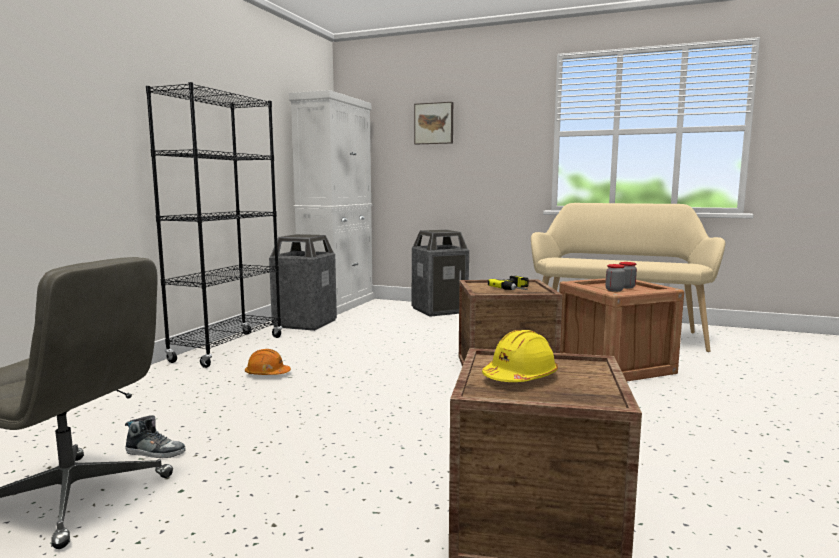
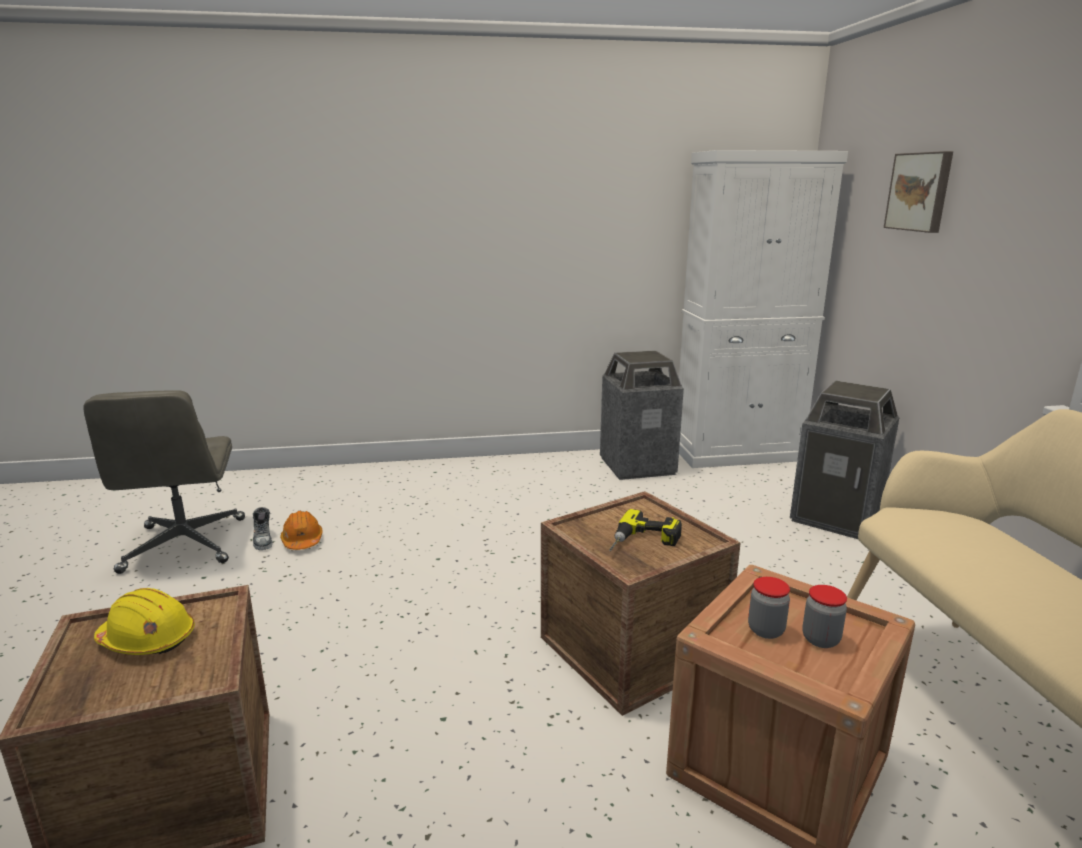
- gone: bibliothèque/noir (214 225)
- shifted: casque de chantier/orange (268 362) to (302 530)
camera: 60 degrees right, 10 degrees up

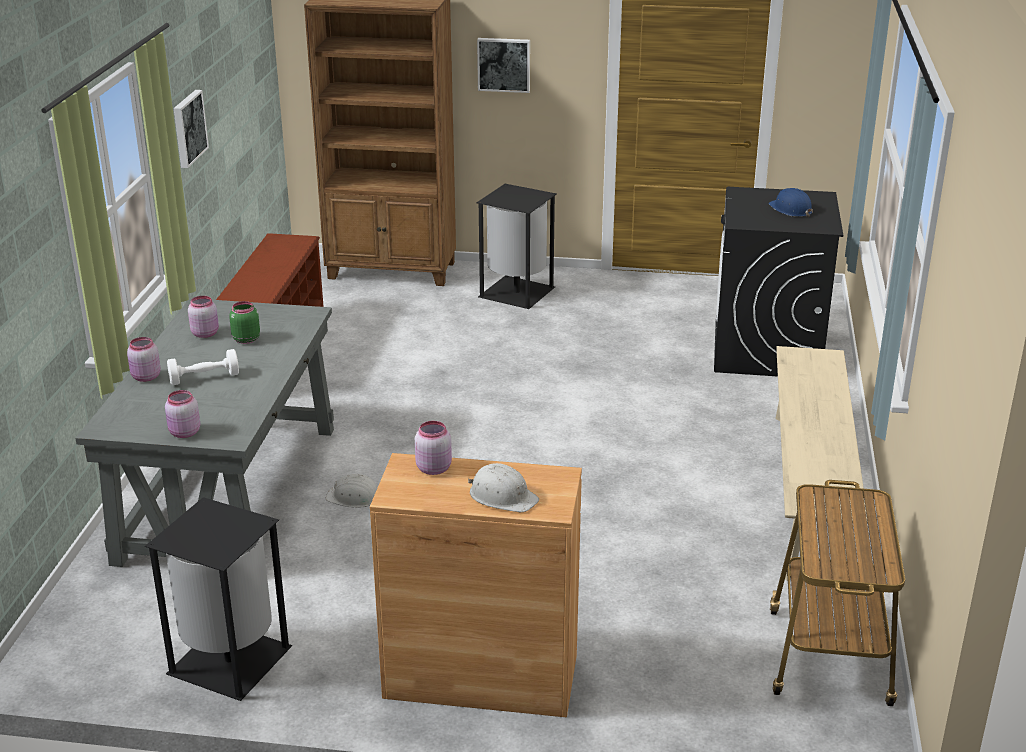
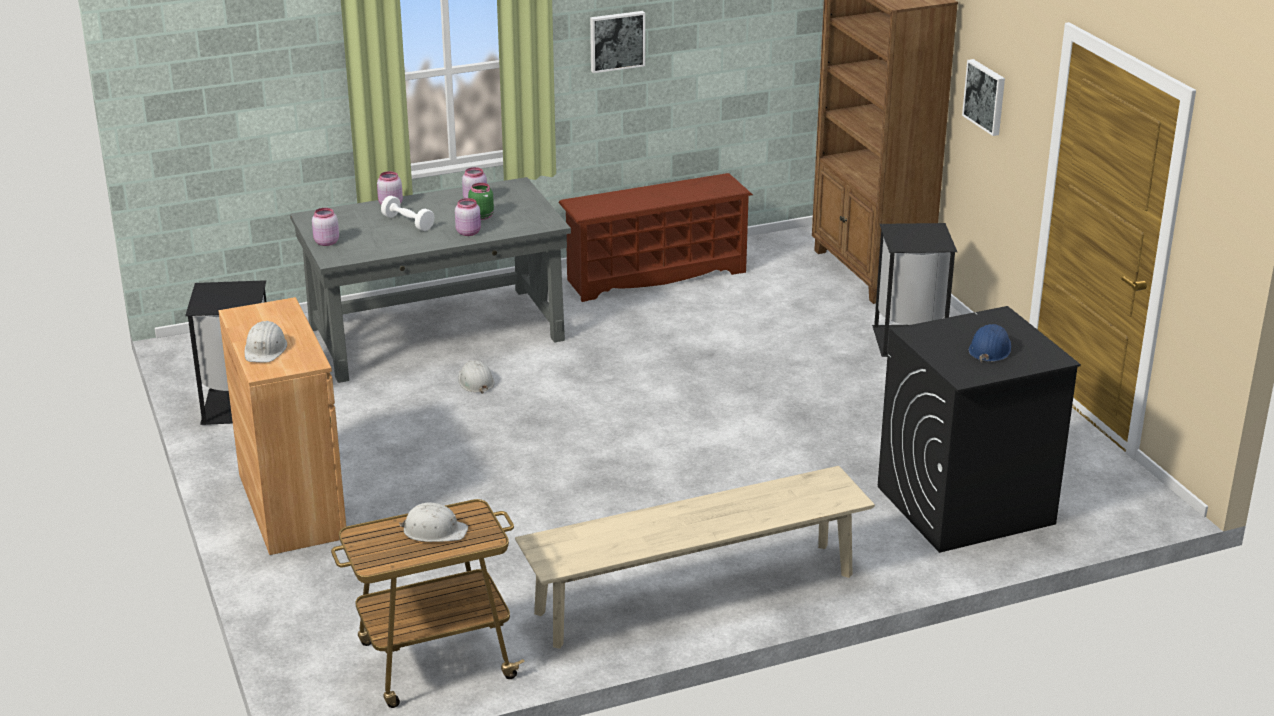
- shifted: bocal/rose (433 448) to (468 217)
- new: casque de chantier/blanc (433 522)
camera: 60 degrees right, 0 degrees up

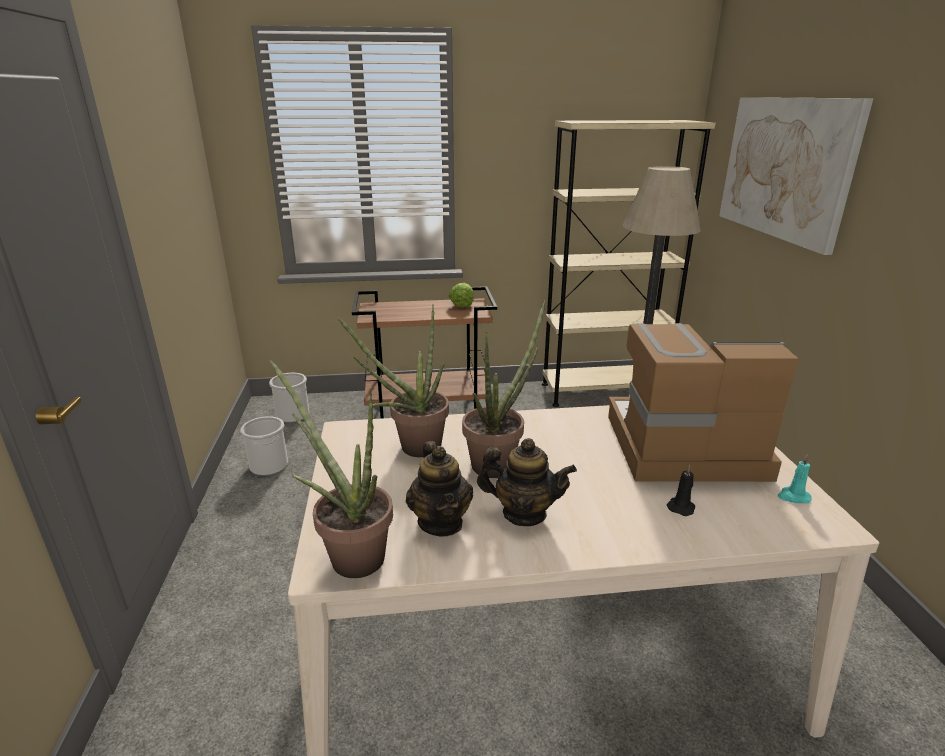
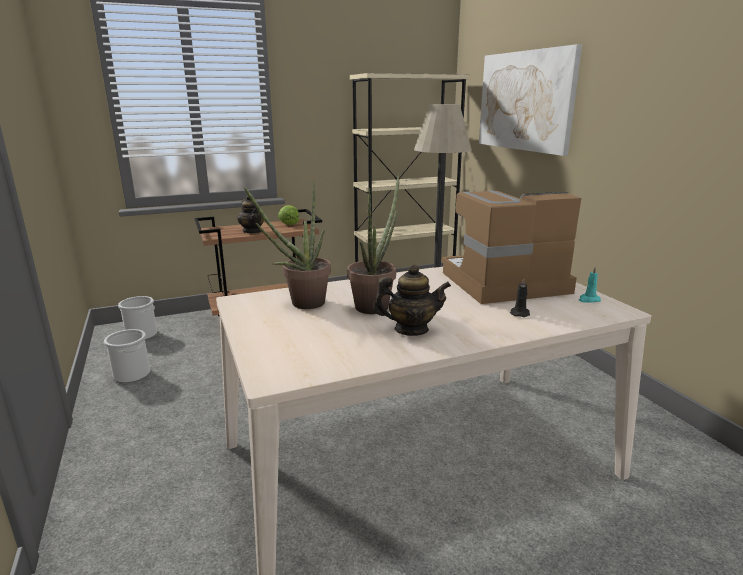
- gone: plante en pot (331 469)
- shifted: théière (439 489) to (250 214)
camera: 15 degrees left, 5 degrees down

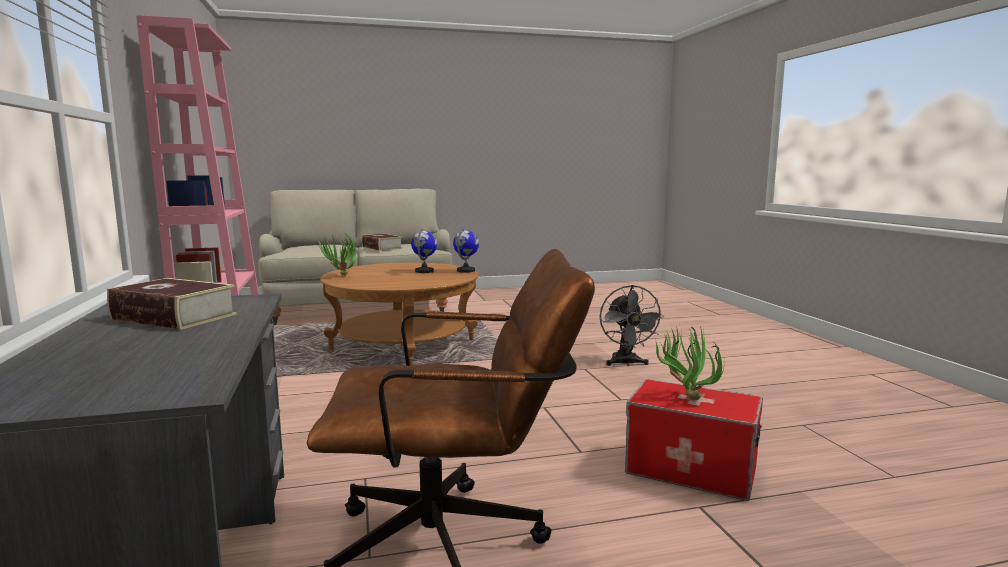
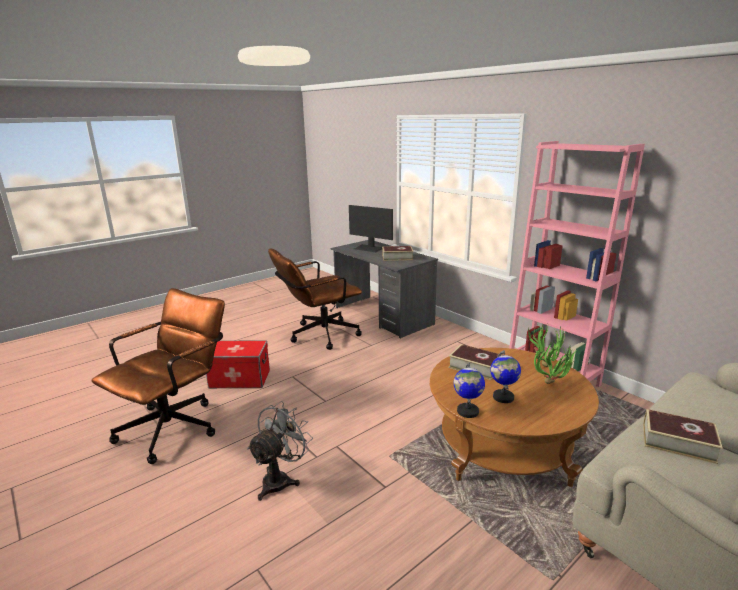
- rotated: ventilateur/gris (632 325) = (280 451) 60 degrees clockwise
- shifted: plante en pot (690 363) to (556 362)
- new: chaise de bureau/marron (158 376)
- new: écran d'ordinateur (371 228)
- new: livre (475 362)
camera: 155 degrees right, 10 degrees up

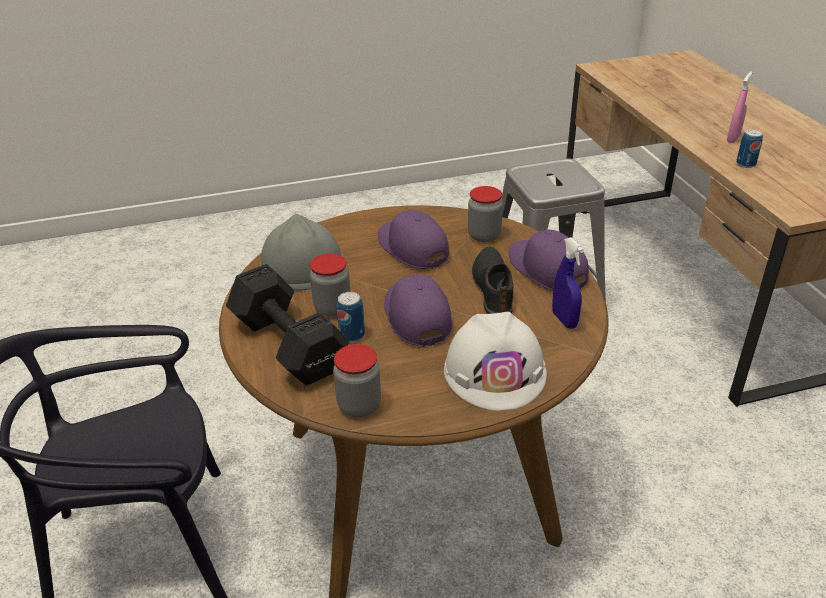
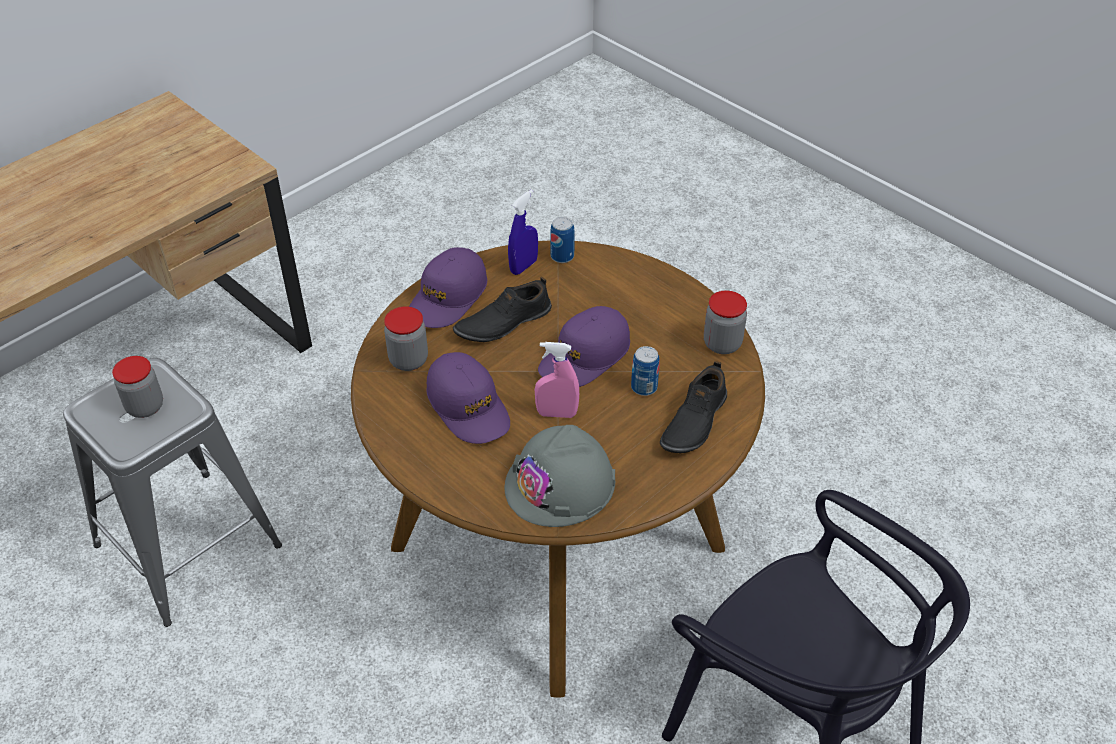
- swapped: haltère/noir (287 325) to chaussure/noir (693 407)
- shifted: bocal (330 285) to (137 387)
- rotated: casquette/violet (413 239) = (468 398) 60 degrees counterclockwise
- gone: casque de chantier/blanc (495 361)
- shifted: vaporisateur/rose (740 107) to (557 380)
- shifted: boîte métallique (749 148) to (562 240)
camera: 120 degrees left, 10 degrees up

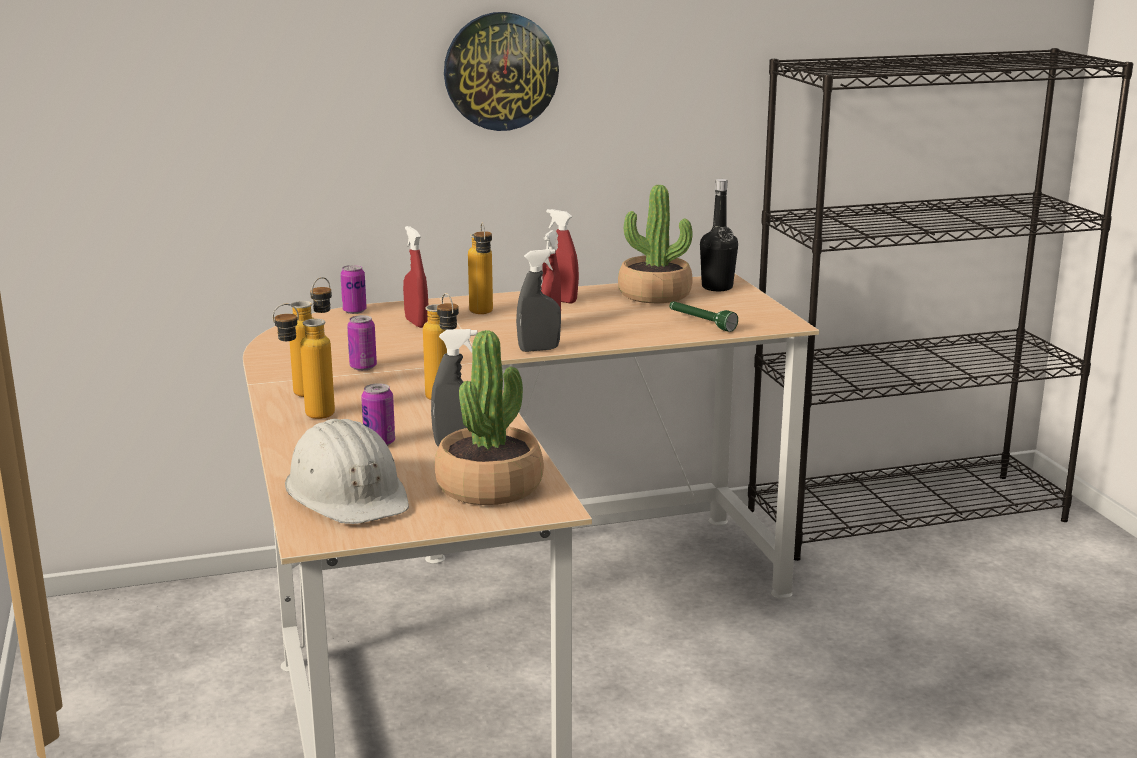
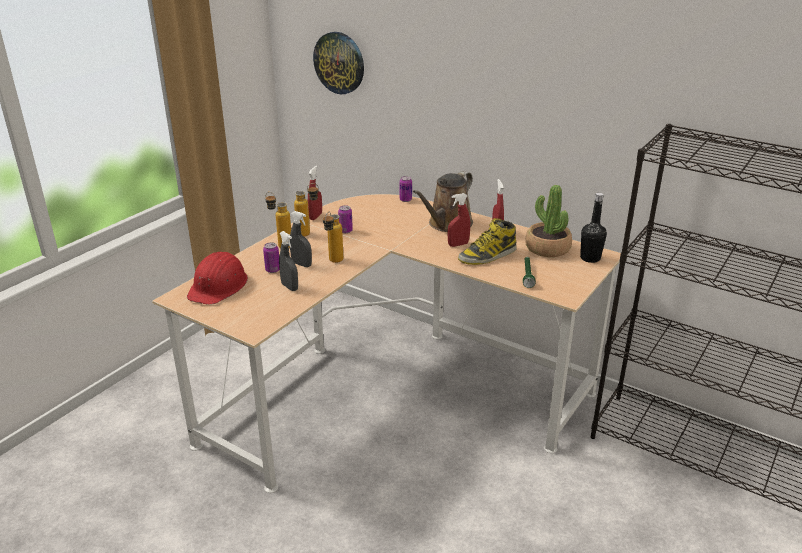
- repainted: casque de chantier/blanc (347 471) to casque de chantier/rouge (217 278)
- shifted: vaporisateur/rouge (415 277) to (315 193)
- gone: plante en pot (489 417)
- shifted: horloge murale (501 71) to (338 63)
- swapped: bouteille (480 268) to arrosoir/marron (443 201)
- shifted: vaporisateur/gris (538 300) to (301 239)
- new: botte (487 241)
camera: 50 degrees right, 10 degrees up

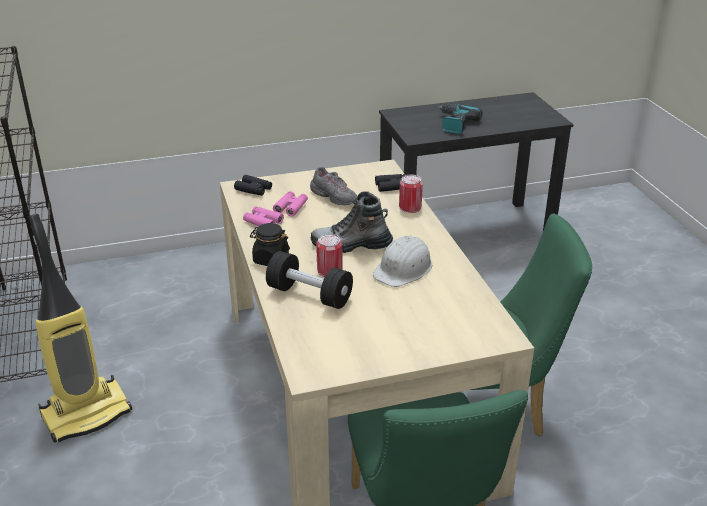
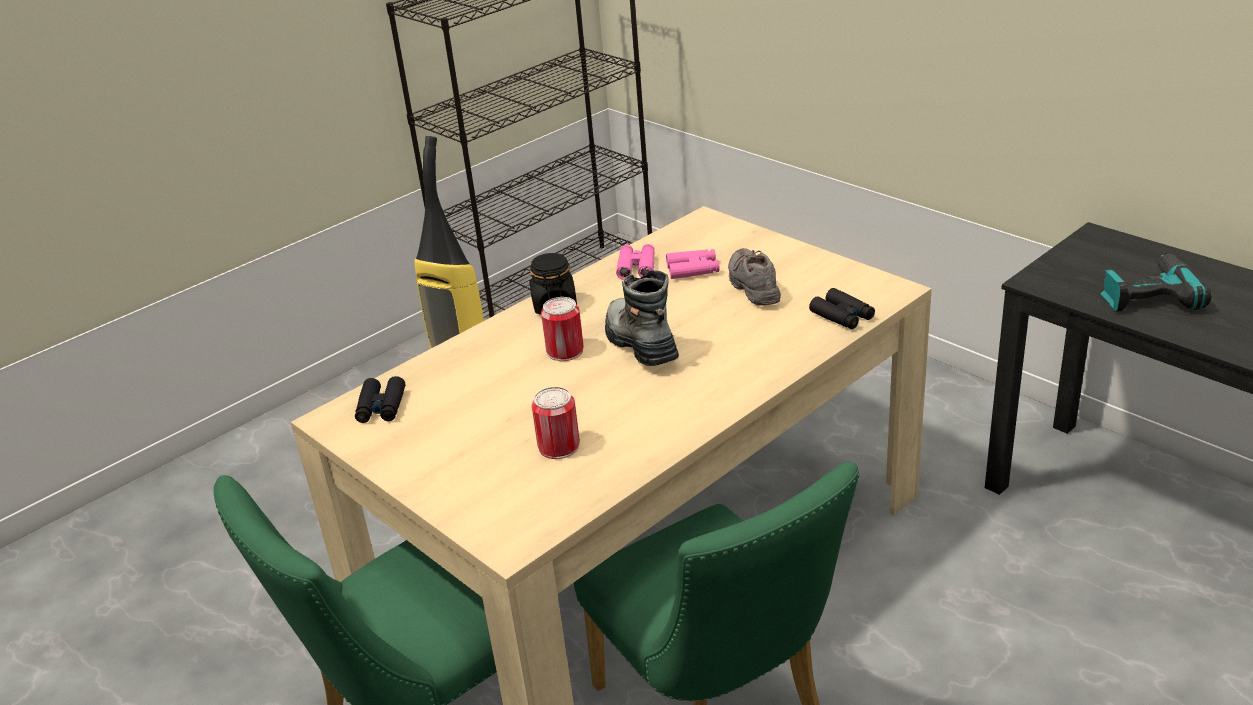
- shifted: jumelles/noir (253 185) to (380 399)
- gone: haltère/noir (309 280)
- rotated: chaussure/gris (333 186) = (754 276) 150 degrees clockwise
- gone: casque de chantier/blanc (403 261)
- shifted: boîte métallique (411 194) to (556 423)
camera: 65 degrees right, 0 degrees up

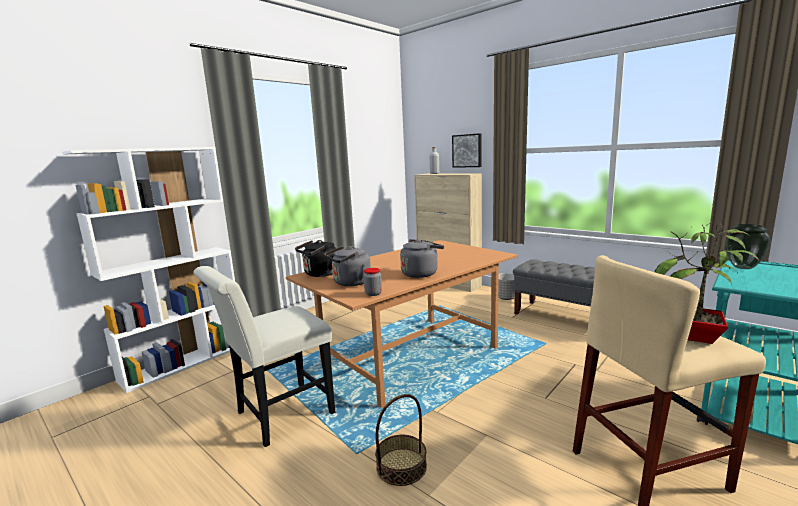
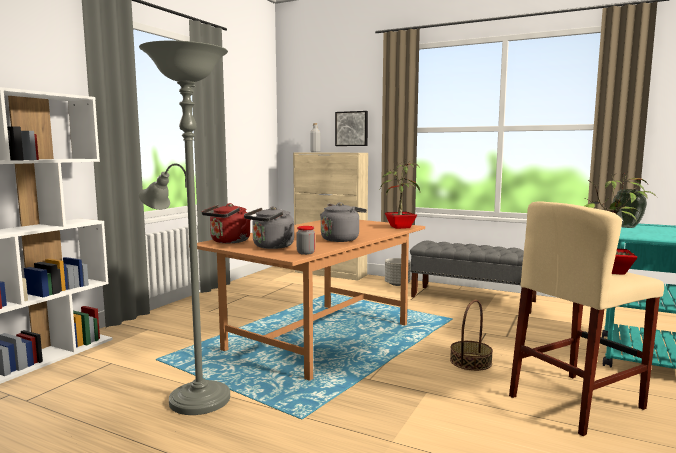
- swapped: chaise/blanc (264 356) to lampadaire/gris (184 227)
- repainted: bouilloire/noir (315 258) to bouilloire/rouge (226 223)
- shifted: panier (401 440) to (471 335)
- new: plante en pot (400 194)
camera: 15 degrees left, 5 degrees down

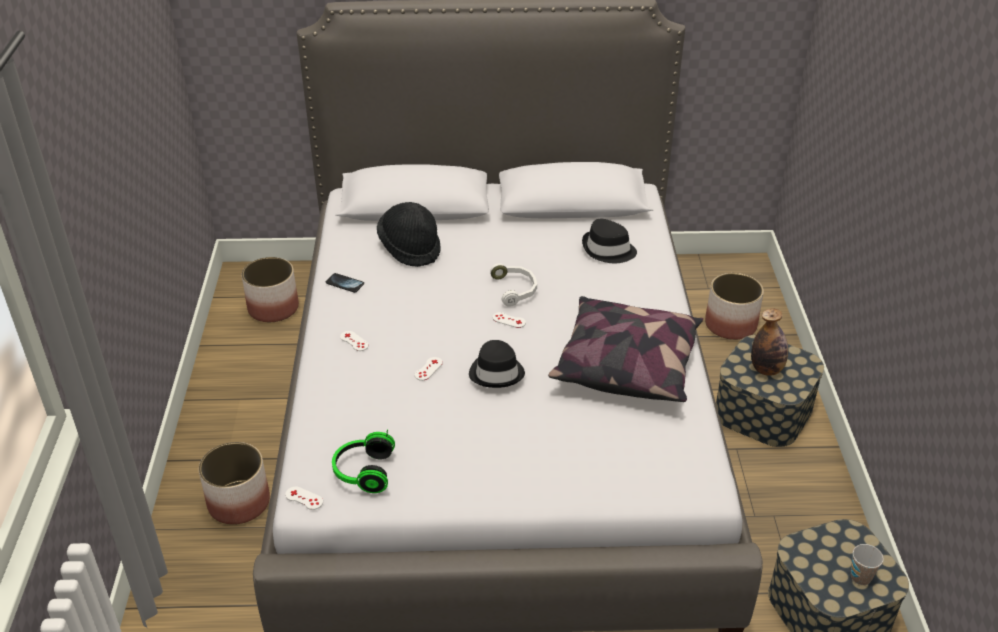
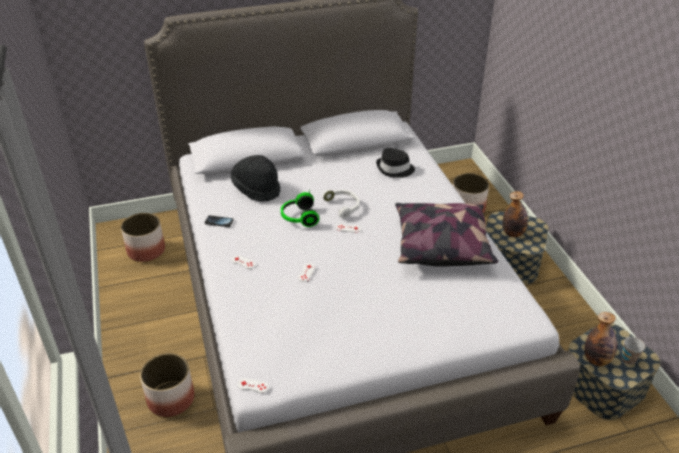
- shifted: casque audio (363 461) to (300 208)
- gone: chapeau/noir (497 364)
- new: bouteille (600 339)
camera: 15 degrees left, 0 degrees up

